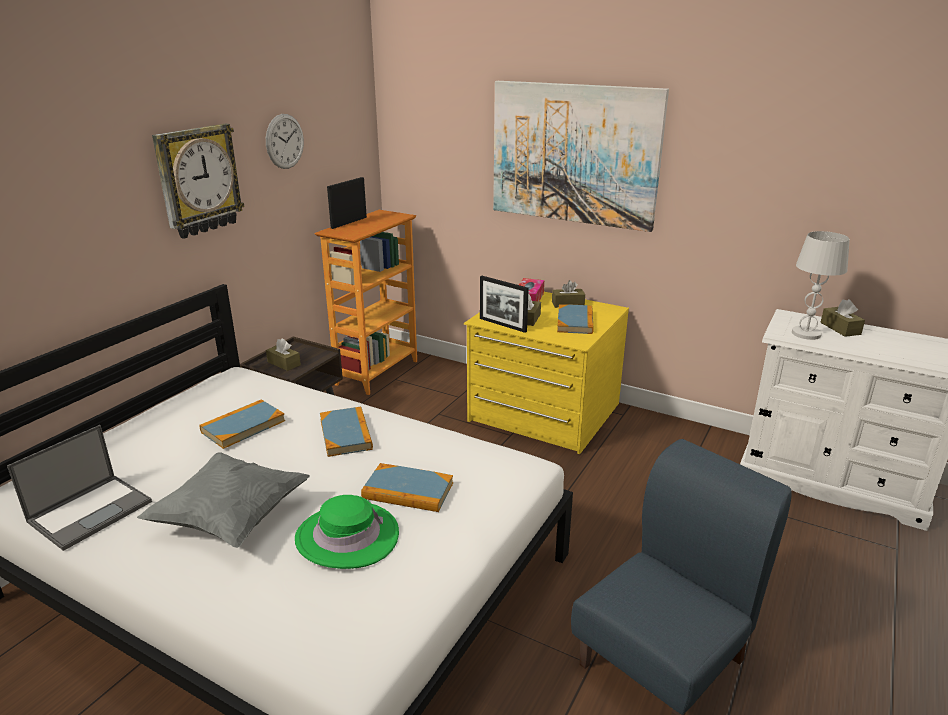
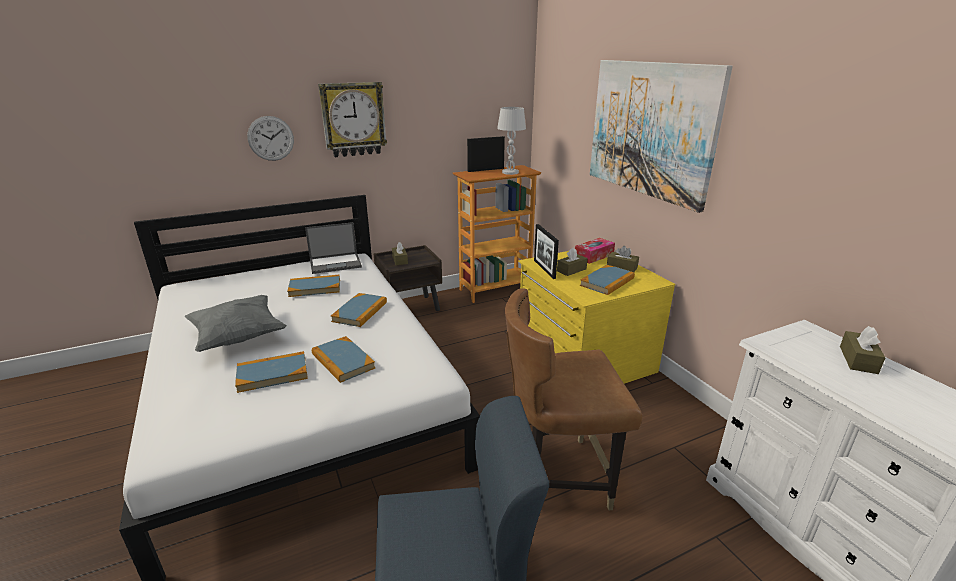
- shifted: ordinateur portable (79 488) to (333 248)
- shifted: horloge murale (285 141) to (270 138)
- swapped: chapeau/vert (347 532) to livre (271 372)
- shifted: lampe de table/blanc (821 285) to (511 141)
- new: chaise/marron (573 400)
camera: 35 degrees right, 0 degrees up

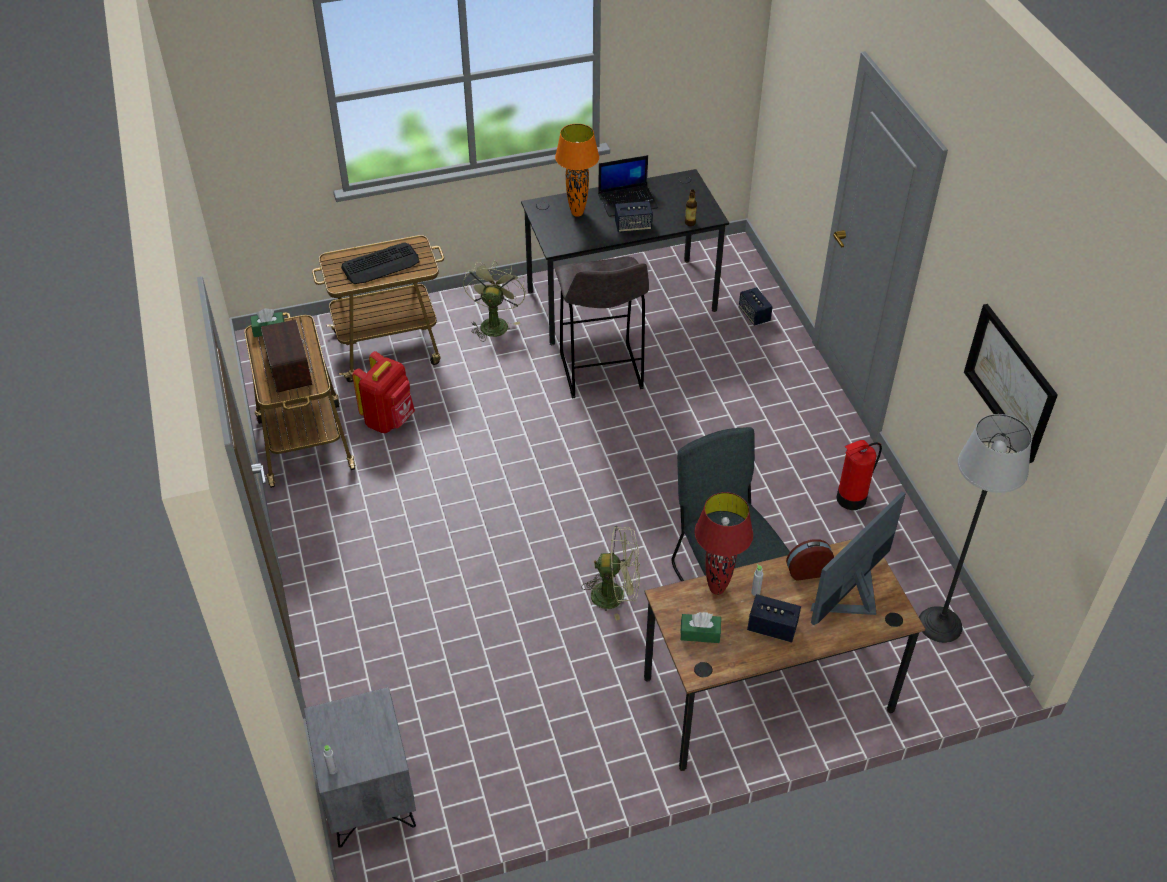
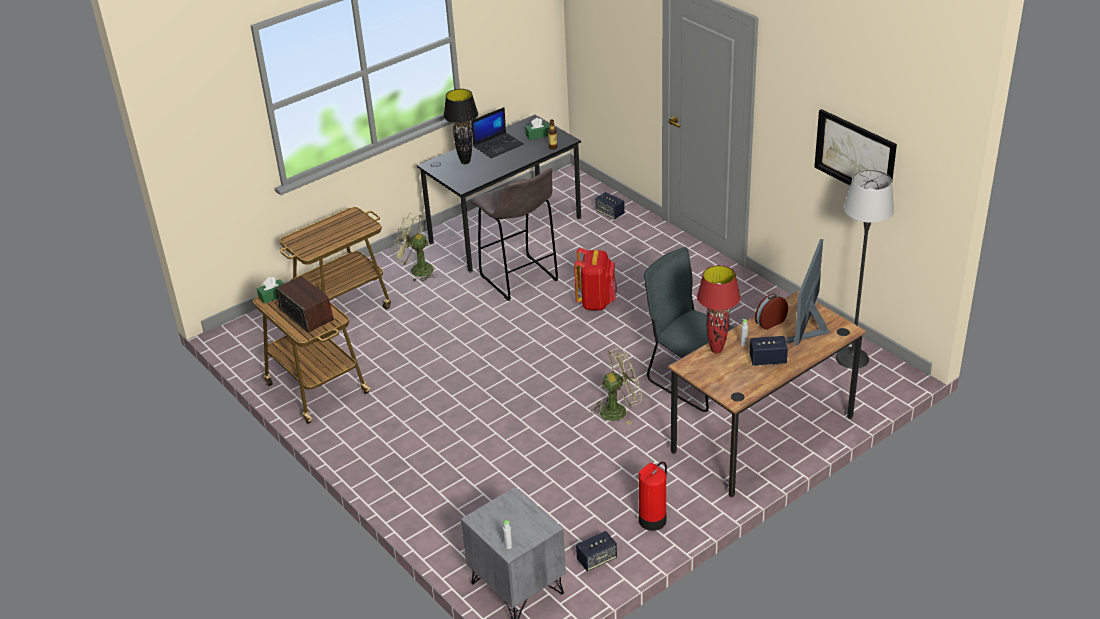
- gone: clavier (380 263)
- shifted: sac à dos/rouge (383 392) to (595 279)
- rotated: ventilateur/vert (494 301) = (415 247) 60 degrees counterclockwise
- repainted: lampe de table/orange (577 170) to lampe de table/noir (461 126)
- shifted: enceinte (634 216) to (596 551)
- shifted: boîte à mouchoirs/vert (700 627) to (537 129)
- shifted: extincteur (859 475) to (652 496)
camera: 20 degrees left, 10 degrees down

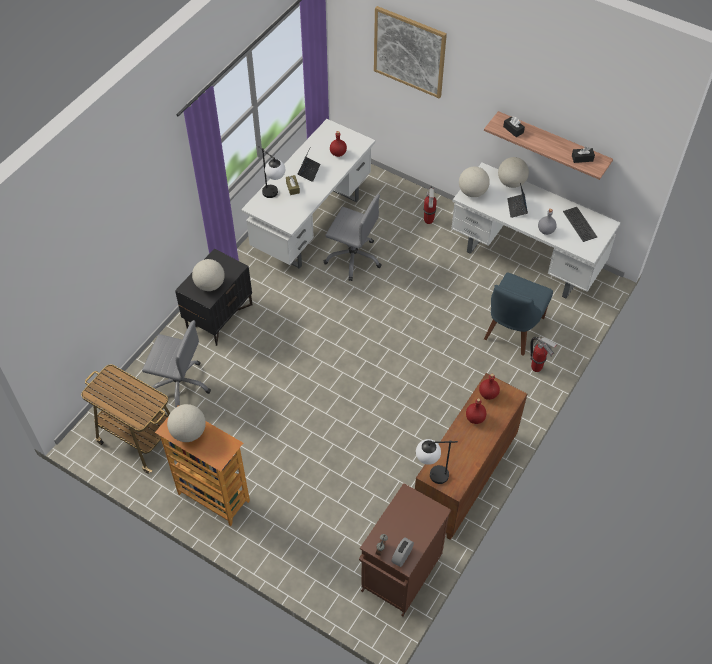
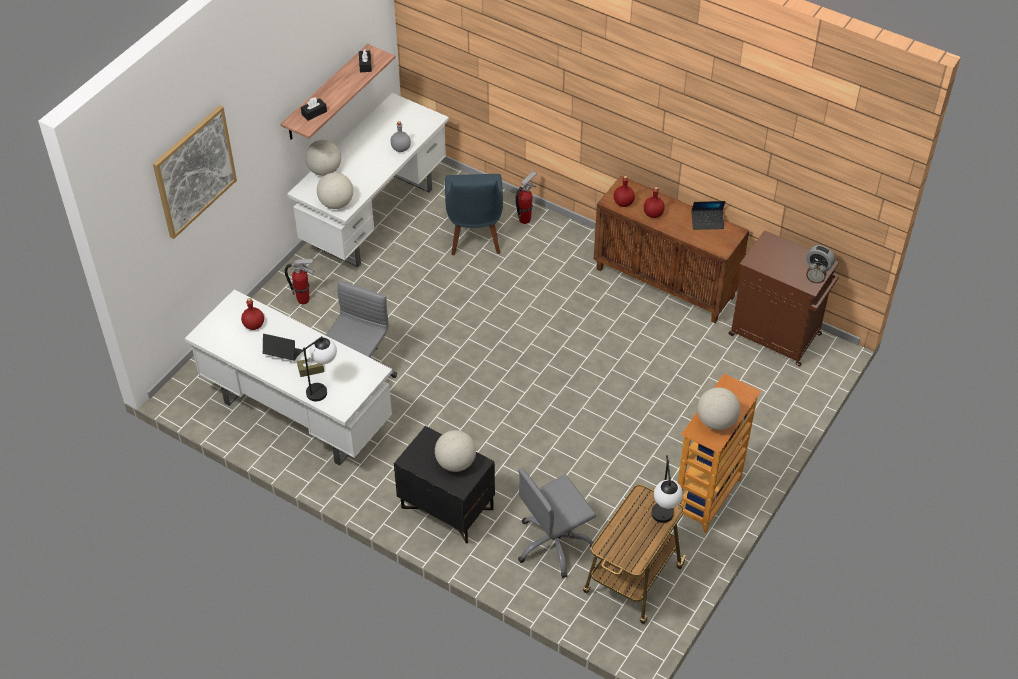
- rotated: chaise de bureau/gris (176 363) = (557 523) 135 degrees counterclockwise
- shifted: lampe de table (437 461) to (667 489)
- rotated: chaise/bleu (518 314) = (474 214) 60 degrees clockwise
- shifted: ordinateur portable (517 200) to (708 215)
- gone: clavier (580 224)
camera: 90 degrees left, 5 degrees down

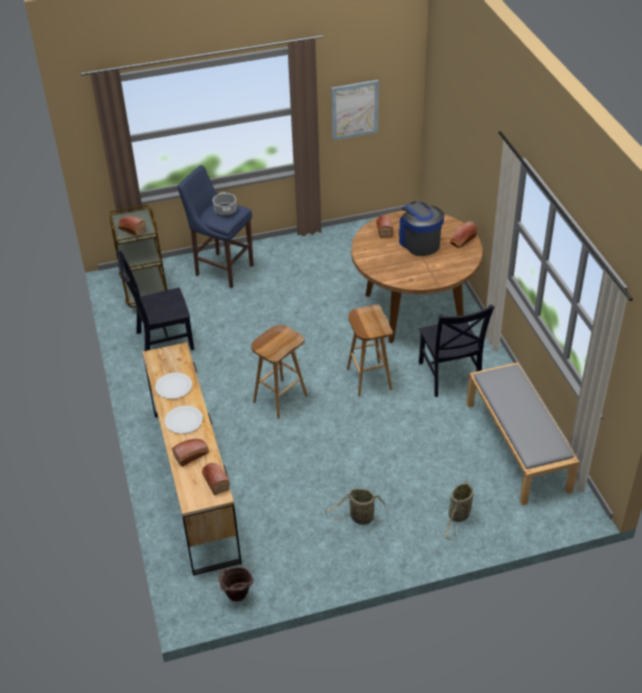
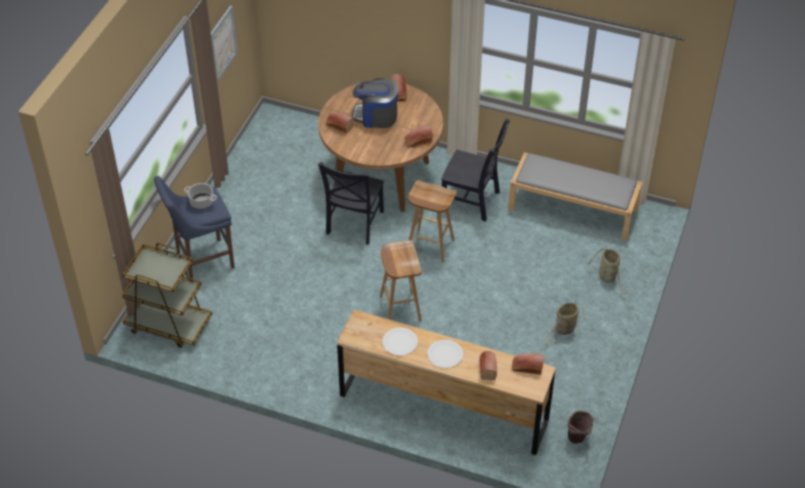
- shifted: chaise/noir (155 300) to (351 203)
- shifted: pain (131 226) to (418 136)
camera: 55 degrees left, 5 degrees up

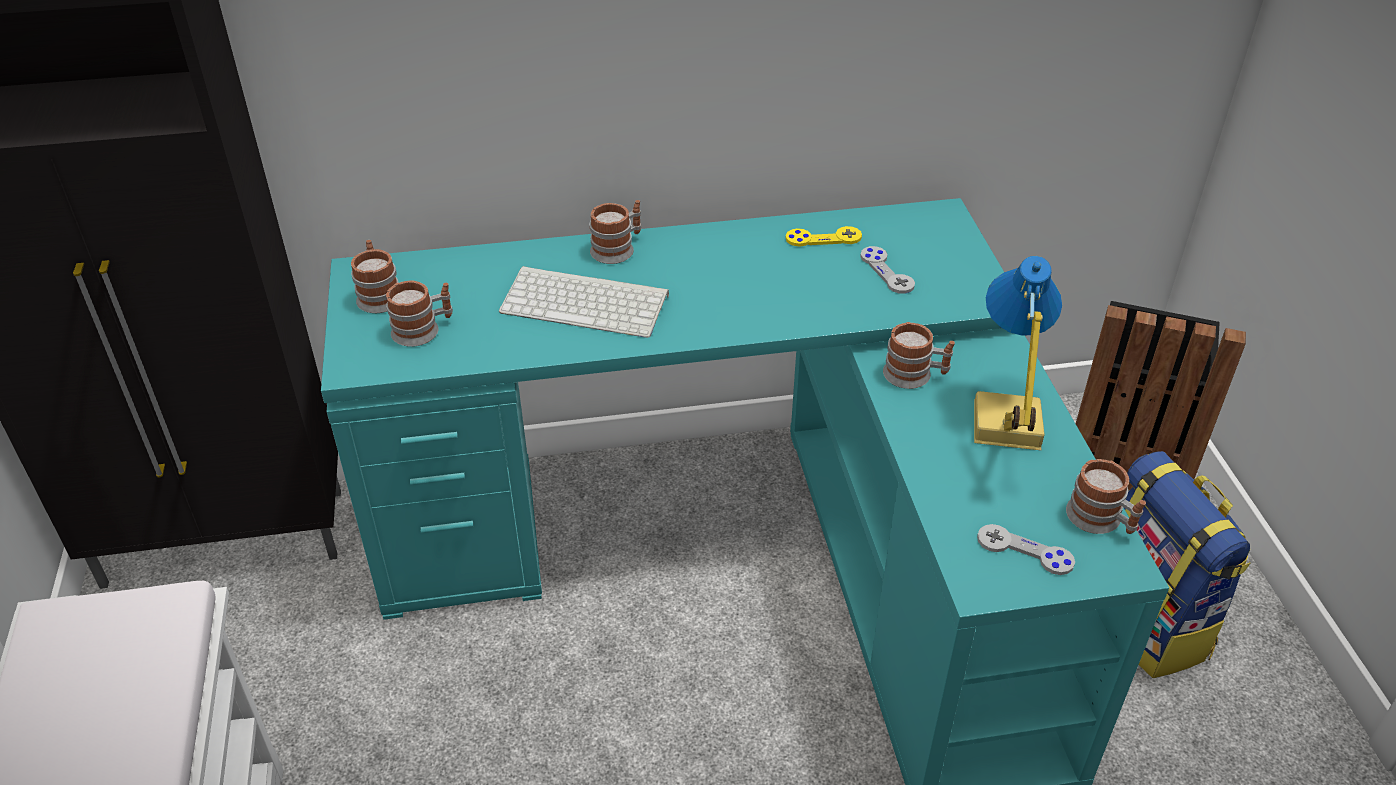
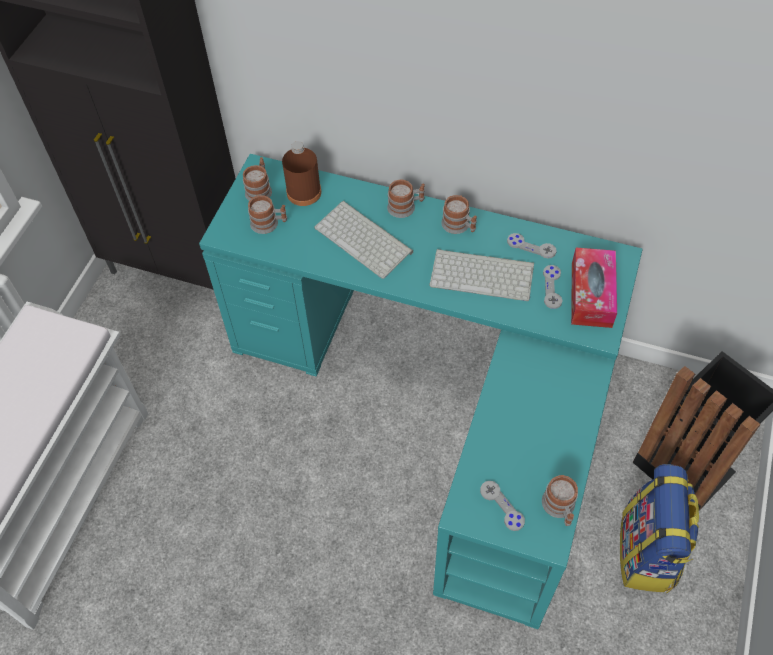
- repainted: manette/jaune (824 236) to manette/gris (532 246)
- shifted: mug (919 355) to (459 214)
- gone: lampe de table (1018 353)
- new: bouteille/marron (301 173)
- new: clavier (481 275)
- new: boîte à mouchoirs (594 288)
camera: 30 degrees right, 15 degrees up

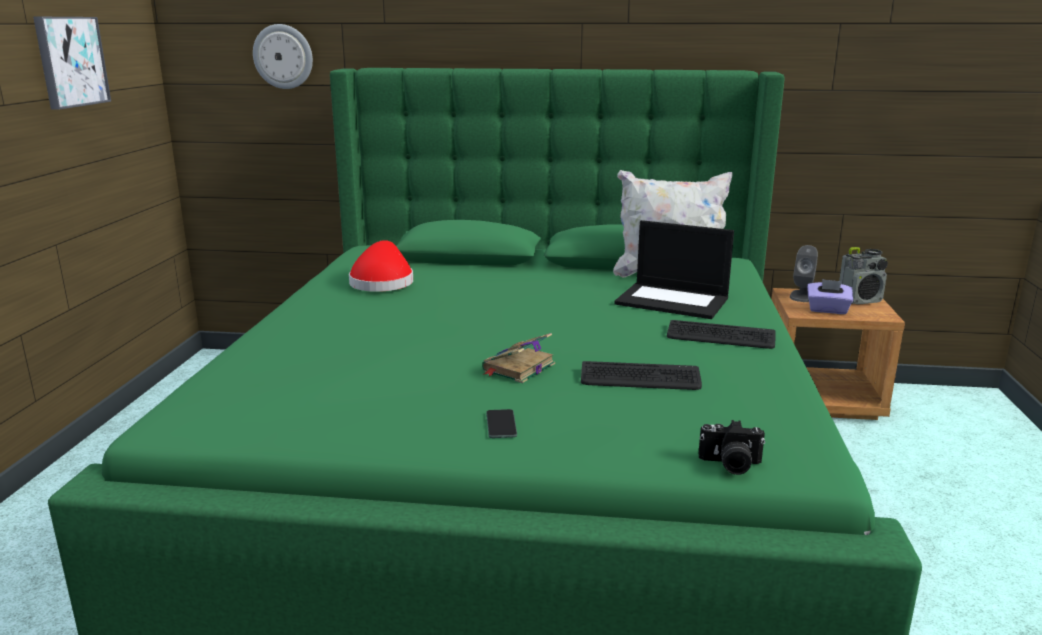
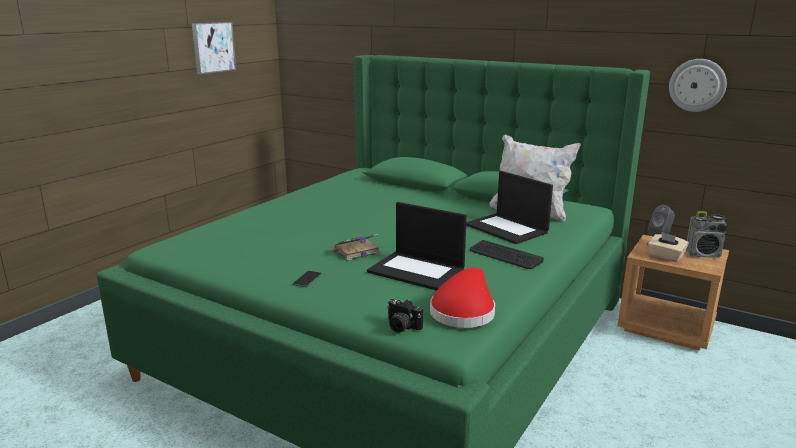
- shifted: horloge murale (283 56) to (698 85)
- shifted: chapeau/rouge (381 266) to (462 297)
- swapped: clavier (641 375) to ordinateur portable (417 246)
- repainted: boîte à mouchoirs/violet (830 296) to boîte à mouchoirs/beige (668 247)
camera: 25 degrees right, 0 degrees up

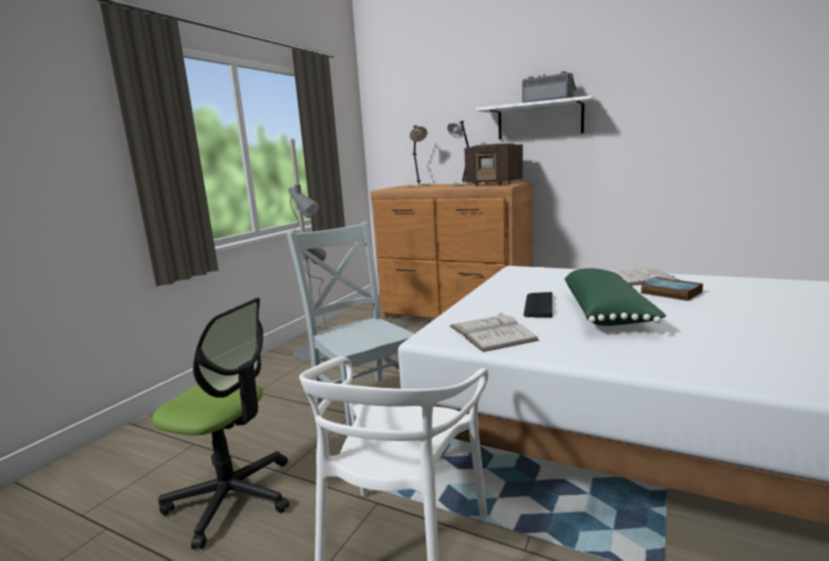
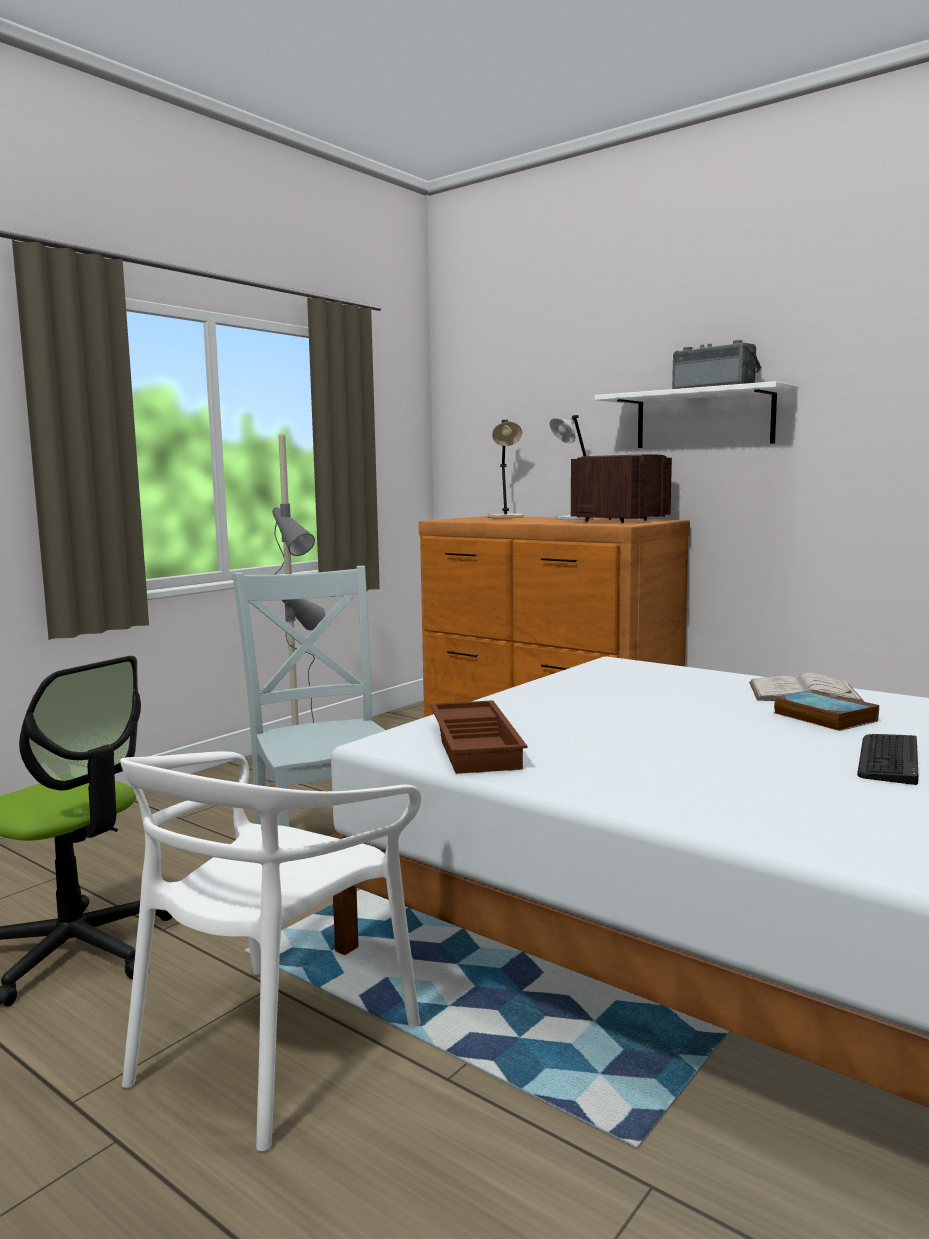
- swapped: livre/blanc (494 332) to plateau/marron (478 737)
- rotated: radio (493 164) = (621 488) 90 degrees clockwise
- shifted: clavier (538 305) to (887 759)
- gone: coussin/vert (615 297)
camera: 10 degrees right, 5 degrees down

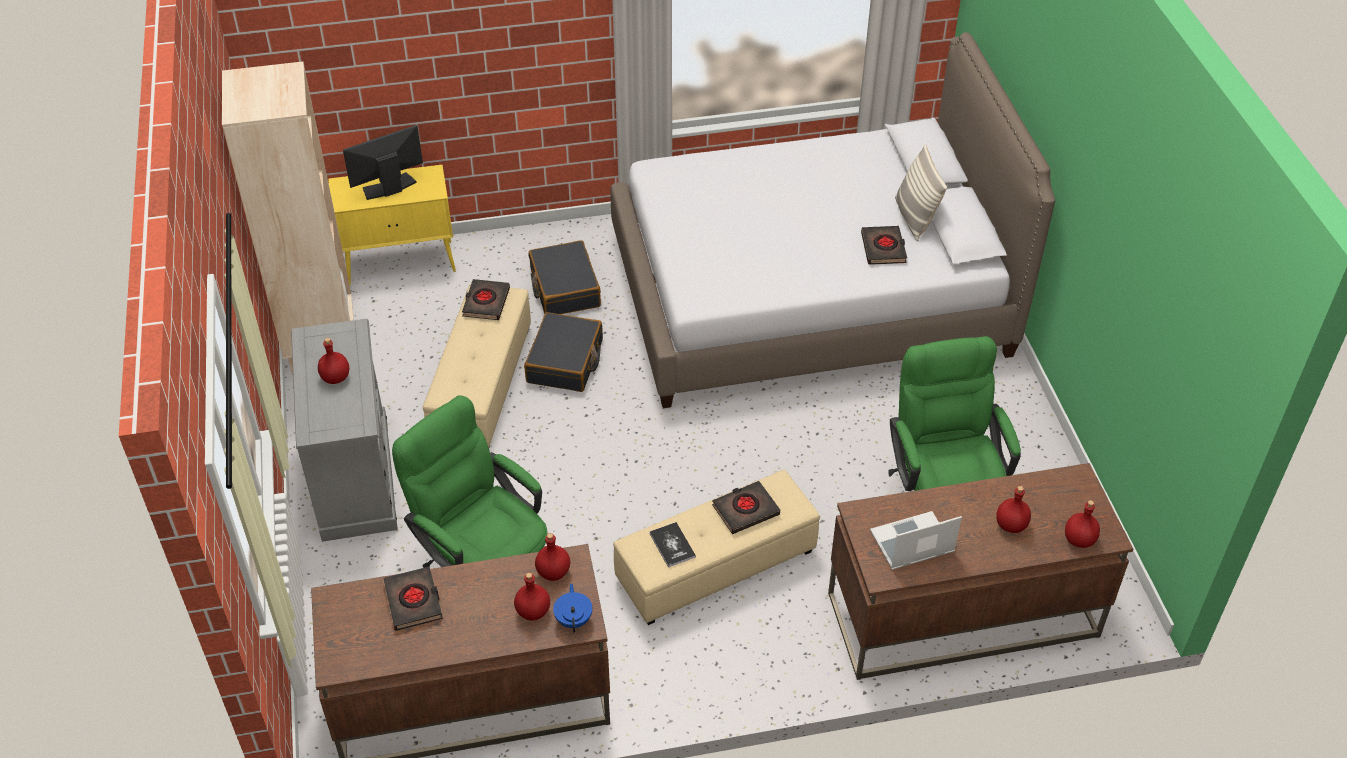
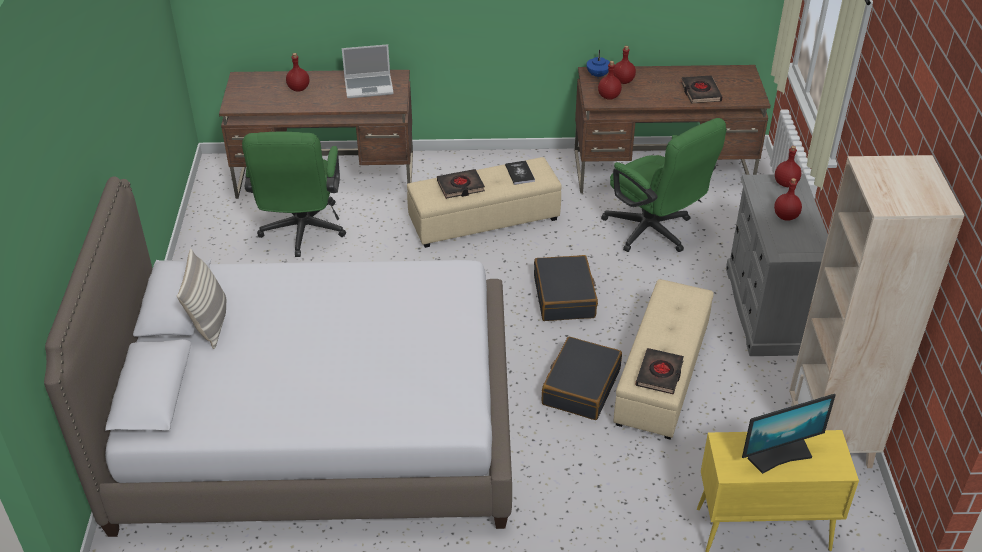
- shifted: valise/noir (565 277) to (566 288)
- gone: livre/noir (884 245)
- shifted: bouteille/rouge (1082 524) to (788 166)
camera: 170 degrees left, 5 degrees down

